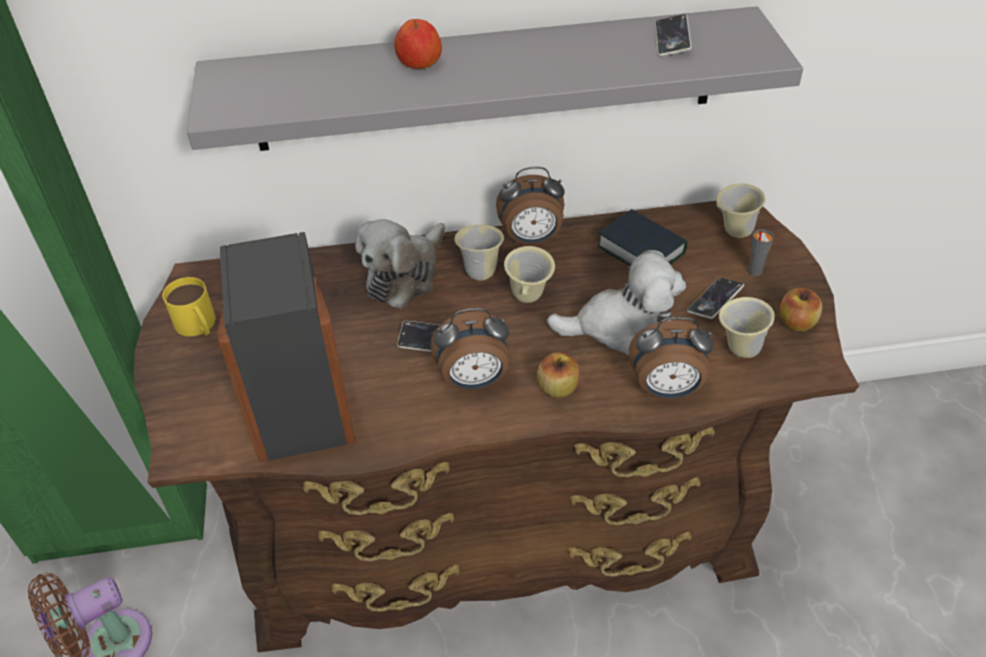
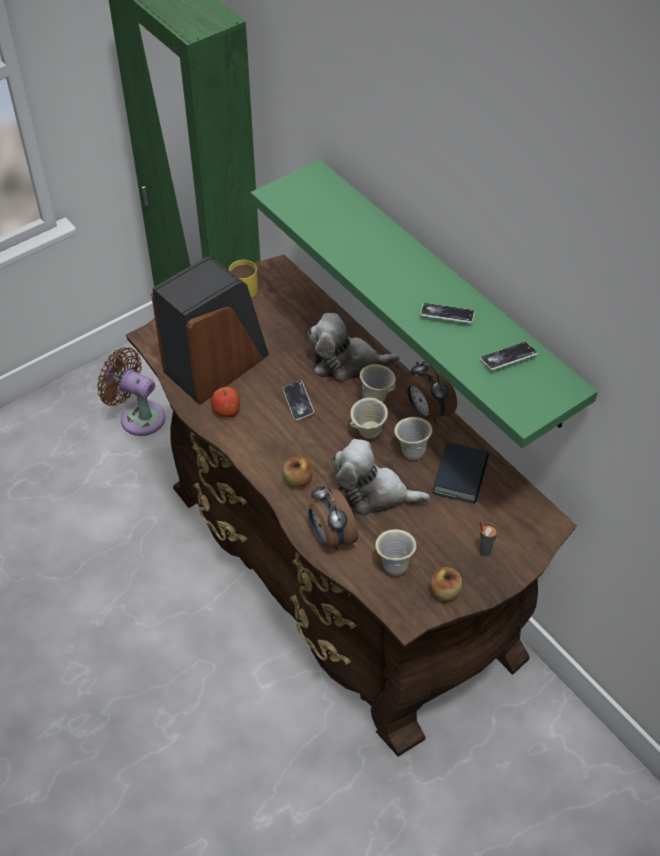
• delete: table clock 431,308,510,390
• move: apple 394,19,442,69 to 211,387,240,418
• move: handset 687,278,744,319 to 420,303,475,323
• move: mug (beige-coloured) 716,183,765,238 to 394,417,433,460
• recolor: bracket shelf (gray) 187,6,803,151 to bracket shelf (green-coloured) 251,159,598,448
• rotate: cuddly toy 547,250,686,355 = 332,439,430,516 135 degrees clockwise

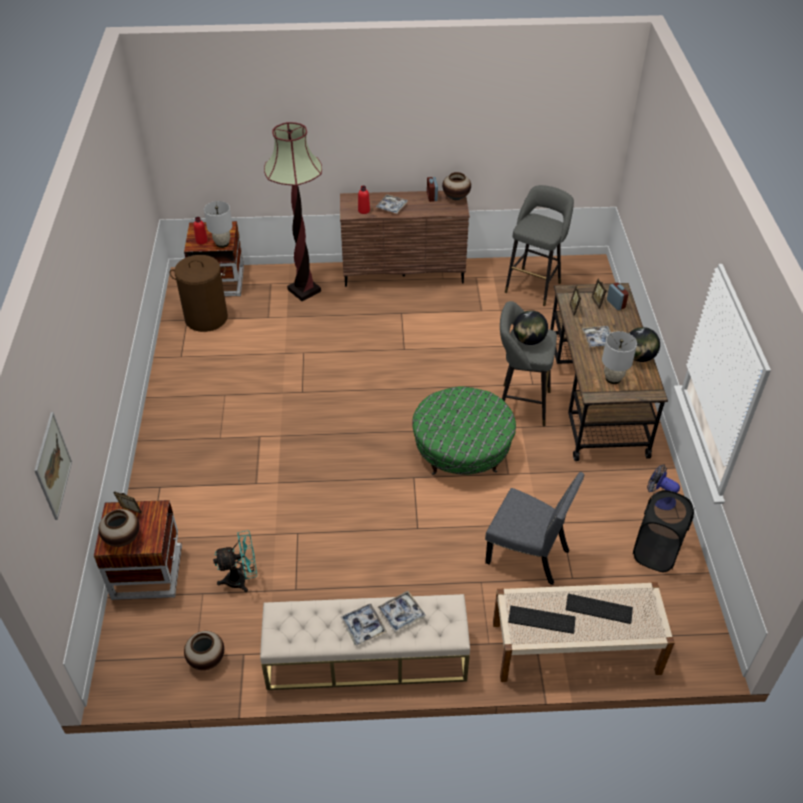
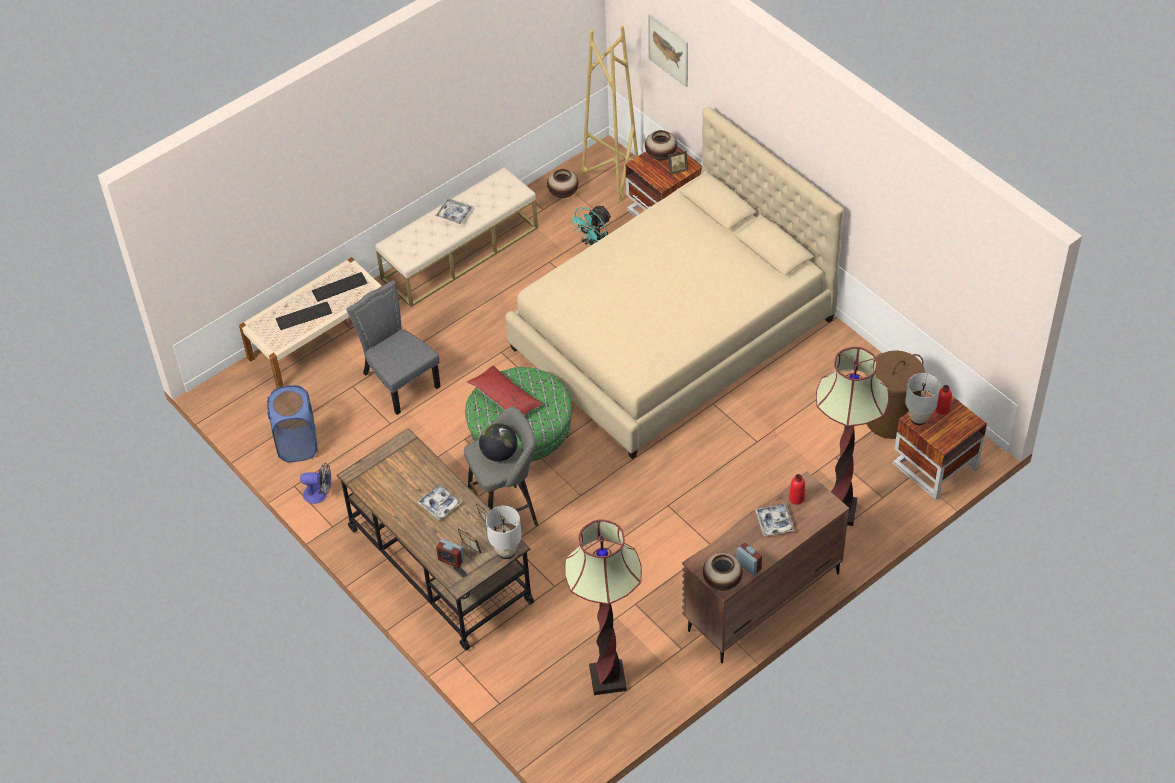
• delete: tray 378,591,426,633
• delete: world globe 629,327,660,362
• insert: pillow (red-coloured) 467,365,543,415
• insert: bed (beige-coloured) 506,107,844,459
• insert: garment rack (yellow) 582,25,638,203
• move: table lamp (white) 602,331,637,384 to 486,506,522,559
• replace: stool (gray) 505,185,574,306 to standing lamp 565,519,642,695
• recolor: hamper (black) 633,490,695,572 to hamper (blue-coloured) 267,385,318,462
• rotate: plain chair (gray) 485,472,584,585 = 346,280,441,415 60 degrees clockwise

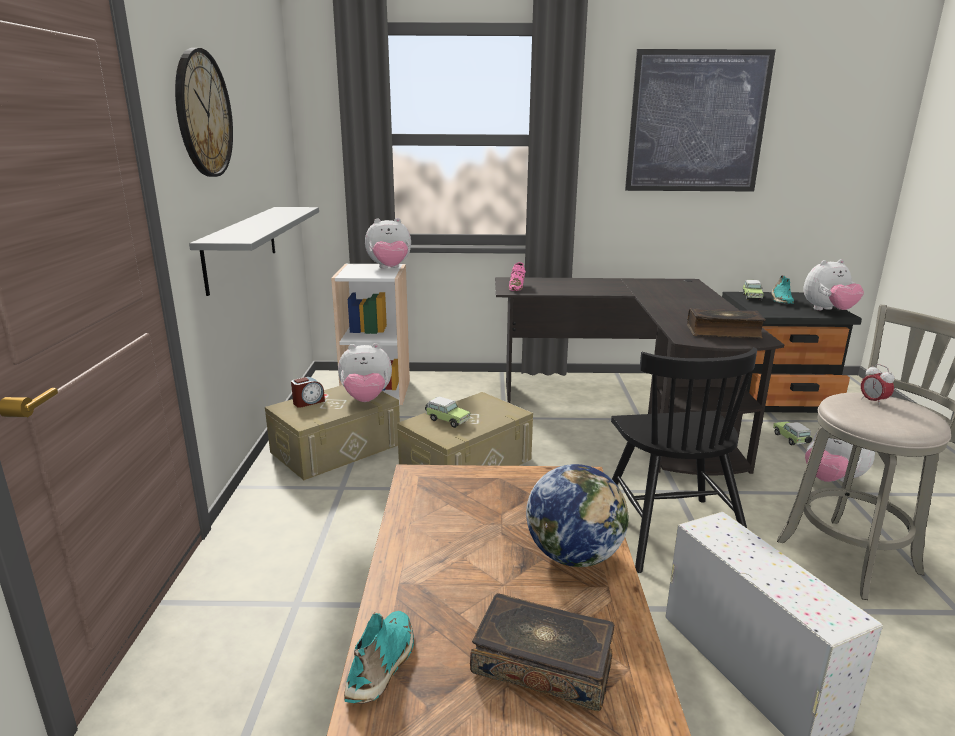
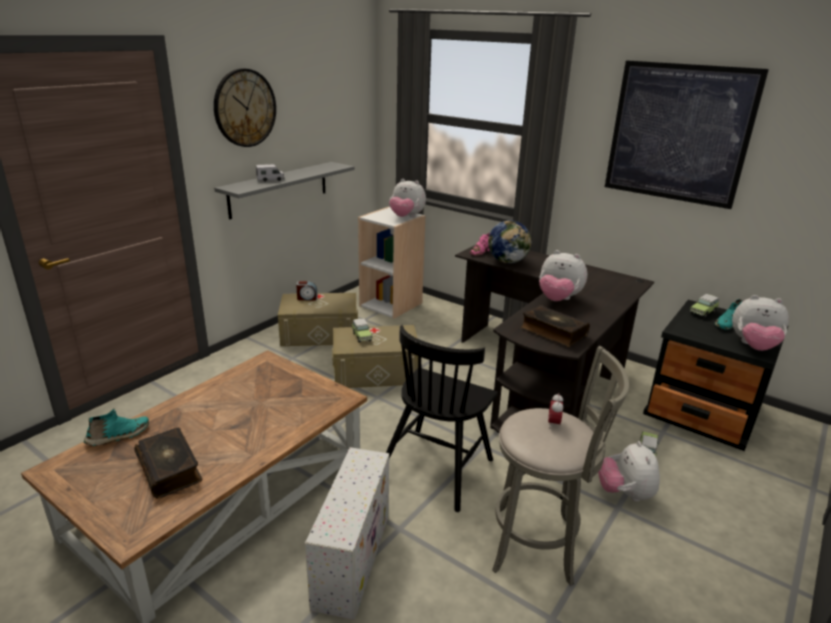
• insert: model truck 256,164,285,182
• move: cuddly toy 338,343,392,402 to 539,250,587,301
• move: world globe 526,464,629,567 to 488,220,532,264

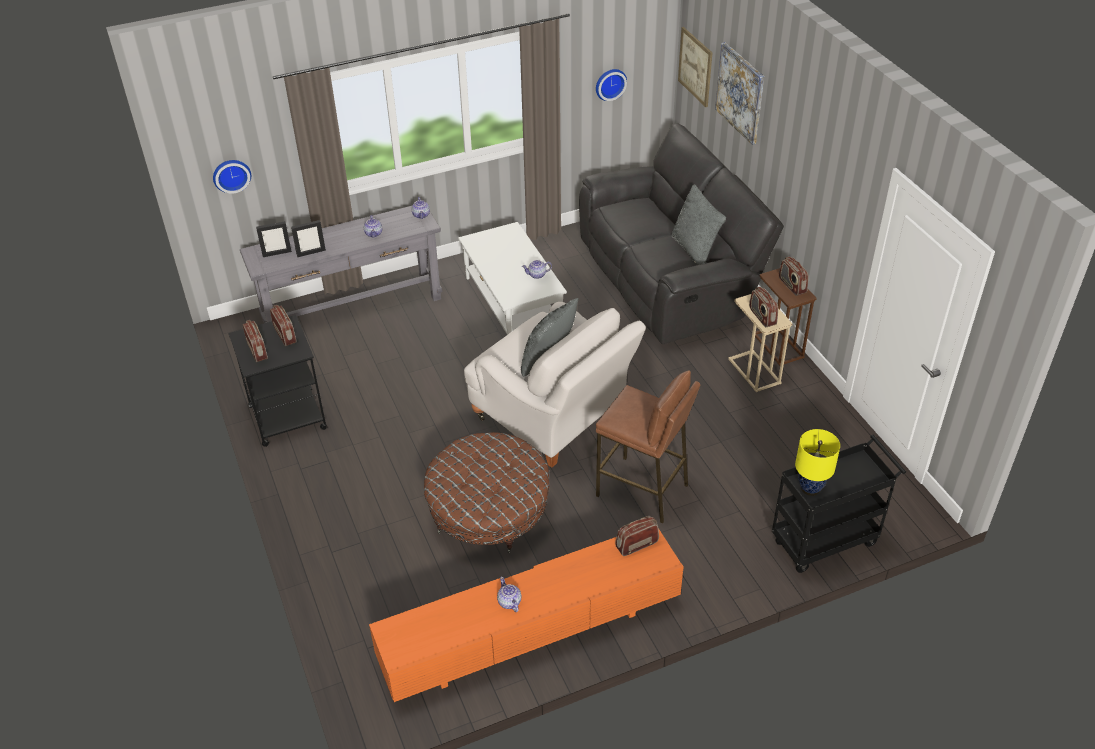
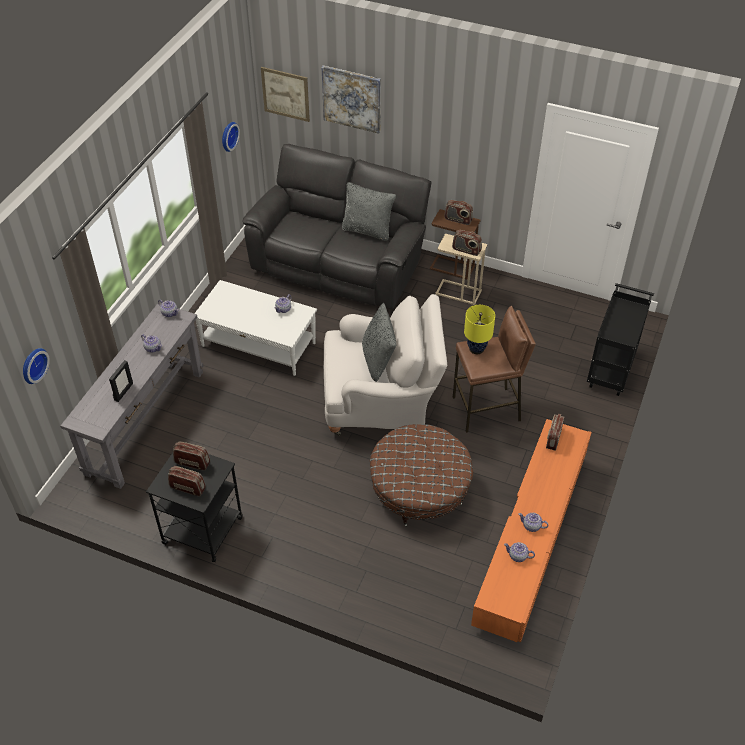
• delete: standing frame 256,221,292,257
• insert: tea pot 504,542,535,562
• move: table lamp (yellow) 795,429,840,496 to 464,305,495,354

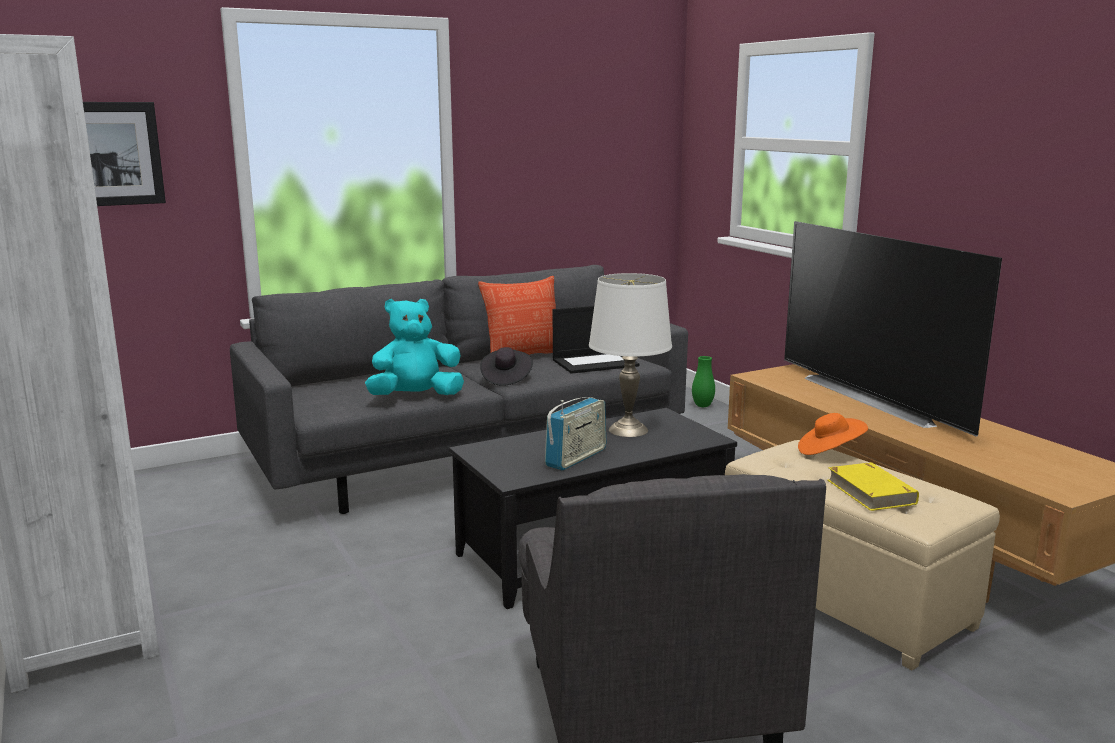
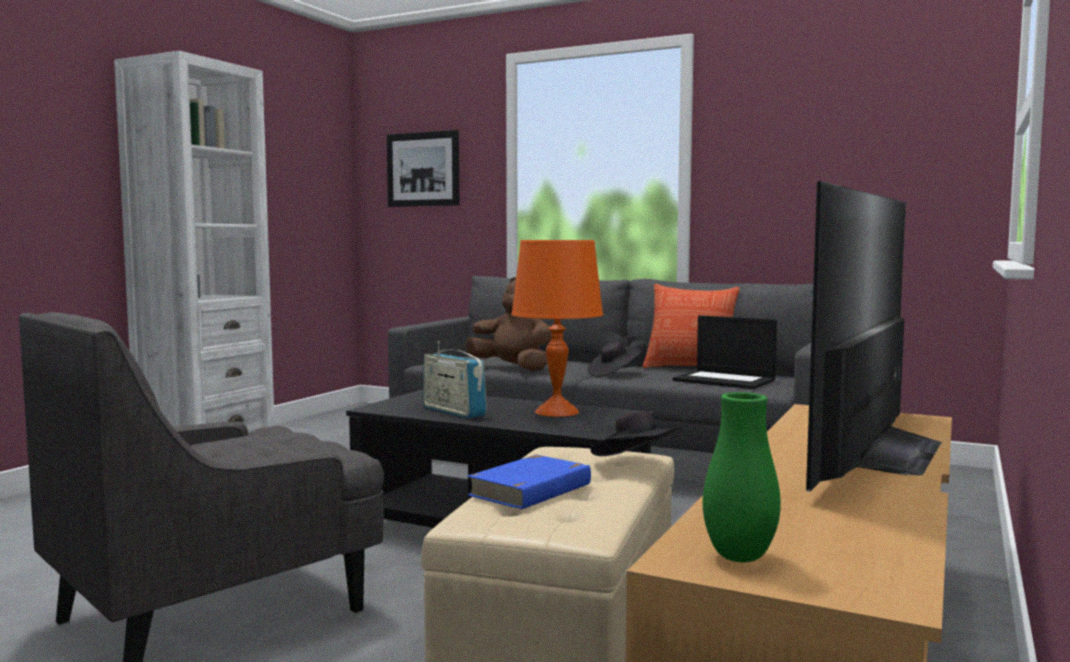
• move: decorative vase (green-coloured) 692,356,715,407 to 703,392,781,562
• recolor: cuddly toy (turquoise) 365,299,464,395 to cuddly toy (brownish) 464,277,552,371
• recolor: table lamp (white) 589,273,672,437 to table lamp (orange-coloured) 511,240,603,417
• recolor: wearable hat (orange-coloured) 798,413,868,455 to wearable hat (black) 591,411,680,456
• recolor: volume (yellow) 828,462,919,511 to volume (blue-coloured) 467,455,591,509
• rotate: radio receiver 545,397,606,470 = 423,341,487,419 45 degrees clockwise

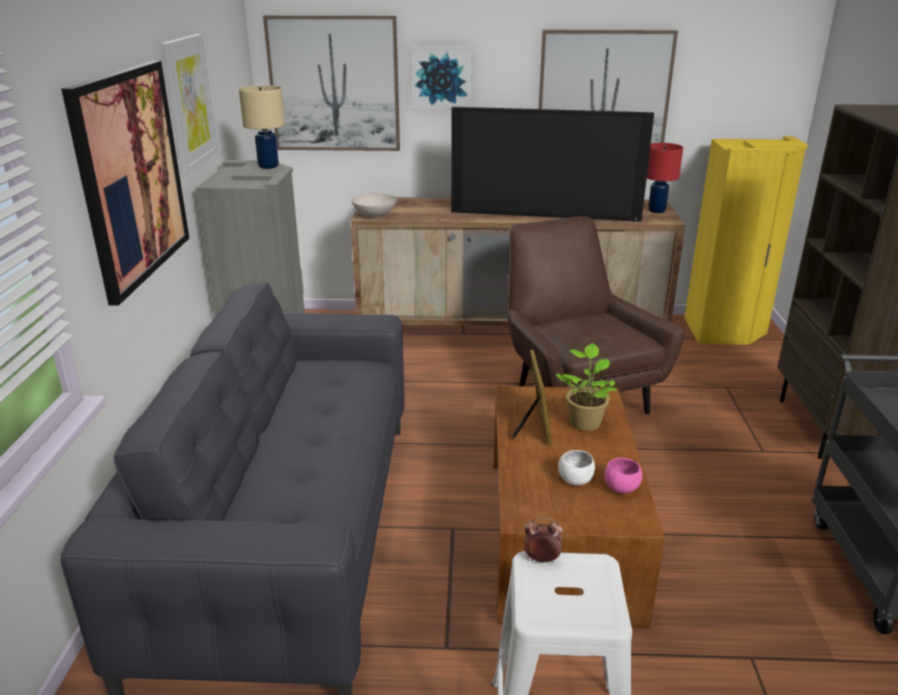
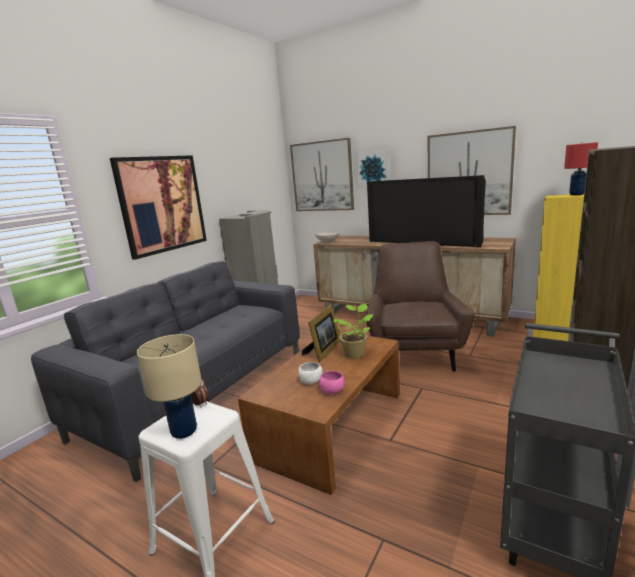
• delete: picture 161,34,218,175
• move: table lamp (beige-coloured) 239,85,285,169 to 137,334,202,439
• move: table lamp (red-coloured) 647,143,683,213 to 564,142,598,195

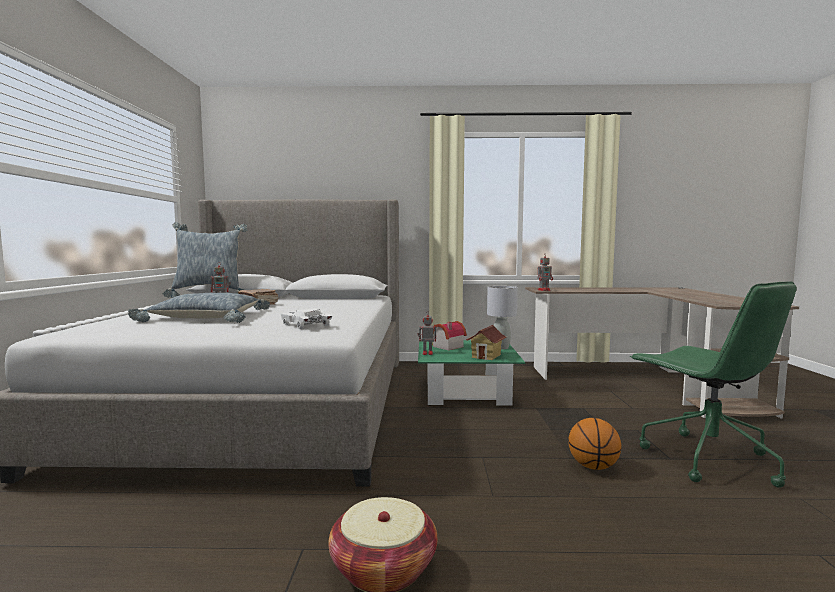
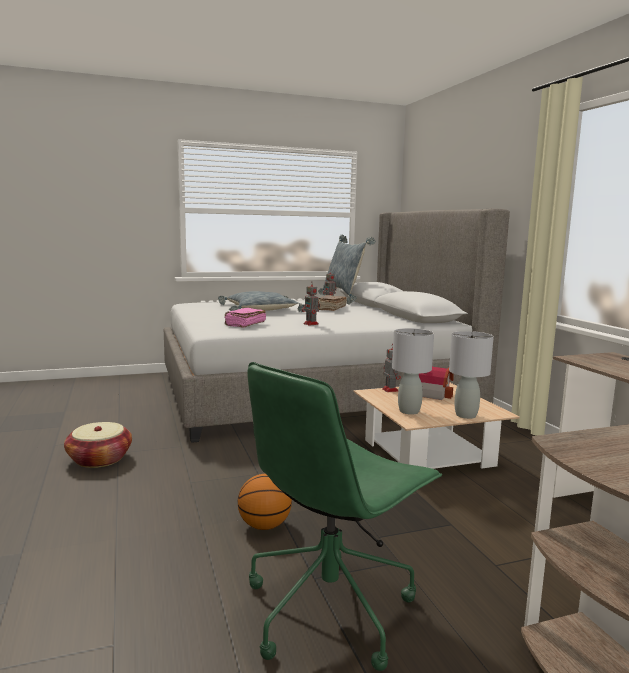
• move: robot figure 537,253,553,291 to 302,281,320,326
• replace: miniature car (white) 281,309,332,329 to volume (pink) 225,308,266,328
• replace: toy house 466,325,507,360 to table lamp (gray) 392,328,434,415
• recolor: low table (green-coloured) 418,340,525,406 to low table (beige-coloured) 353,383,520,469

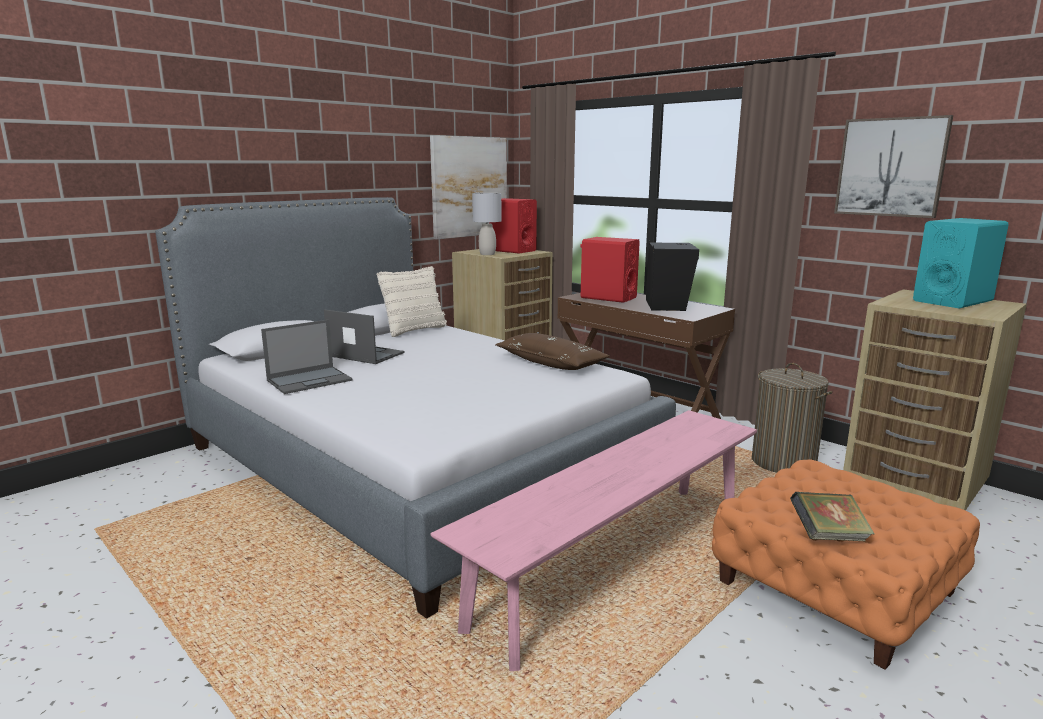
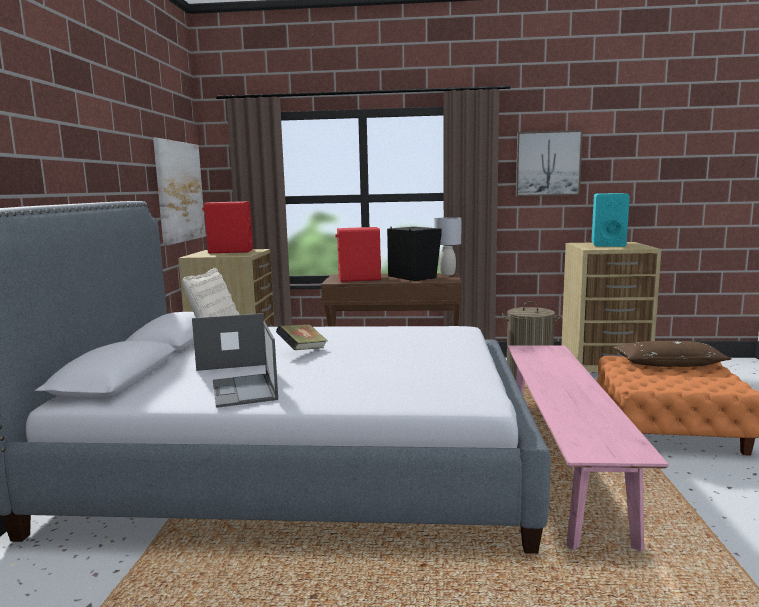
• move: table lamp (gray) 472,193,502,255 to 434,217,461,275
• move: pillow (brownish) 495,333,610,370 to 613,341,731,367
• move: volume 790,492,875,541 to 276,324,328,350
• rotate: laptop 261,320,353,394 = 213,322,278,408 150 degrees clockwise

